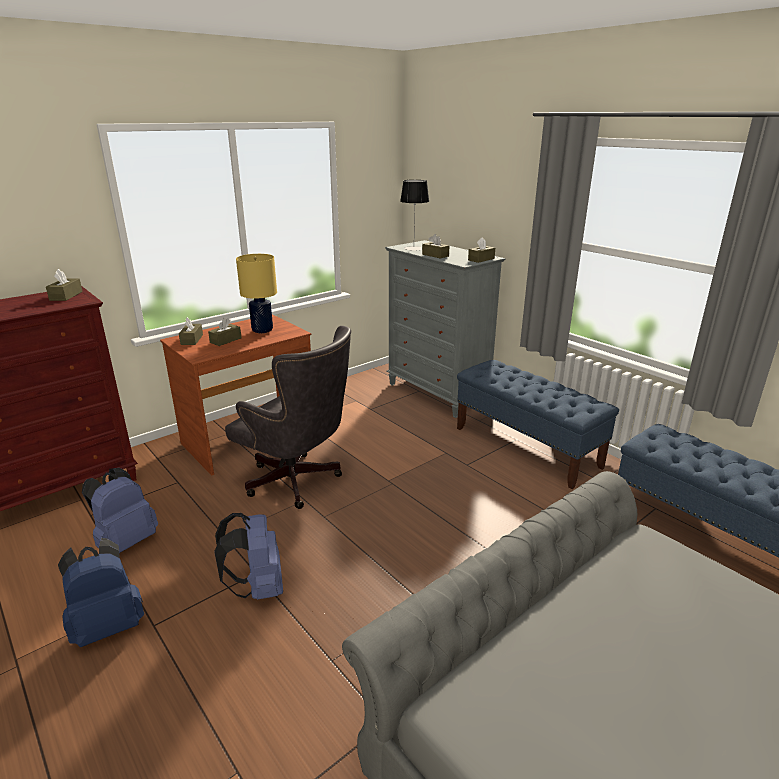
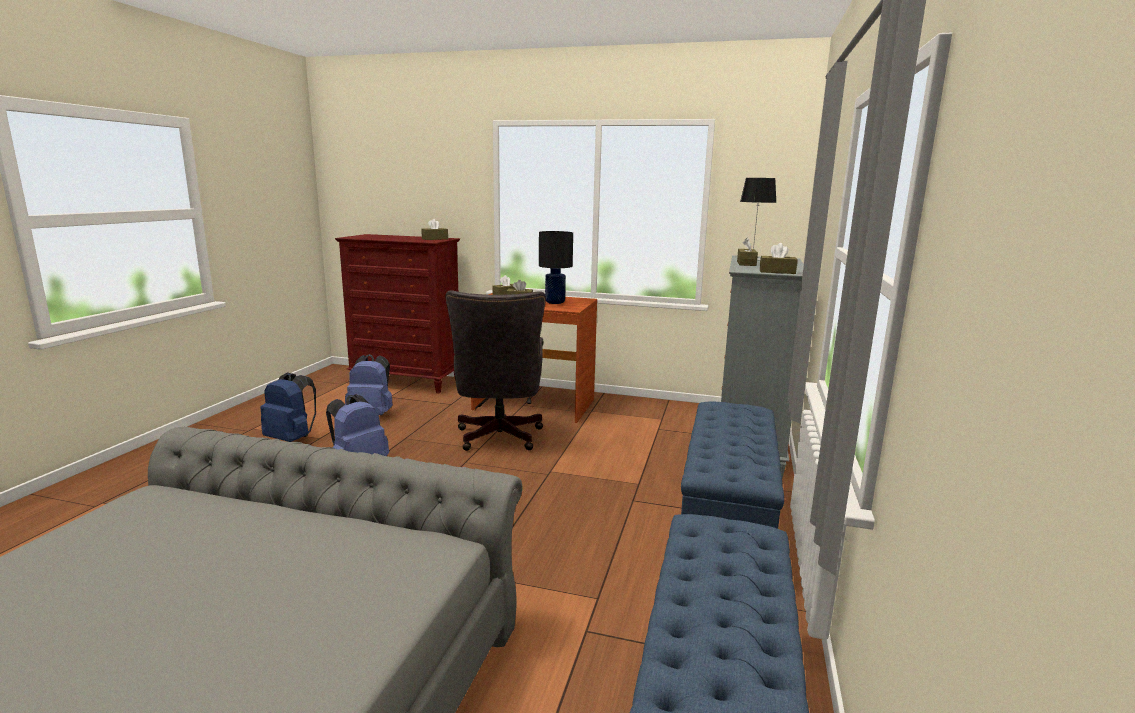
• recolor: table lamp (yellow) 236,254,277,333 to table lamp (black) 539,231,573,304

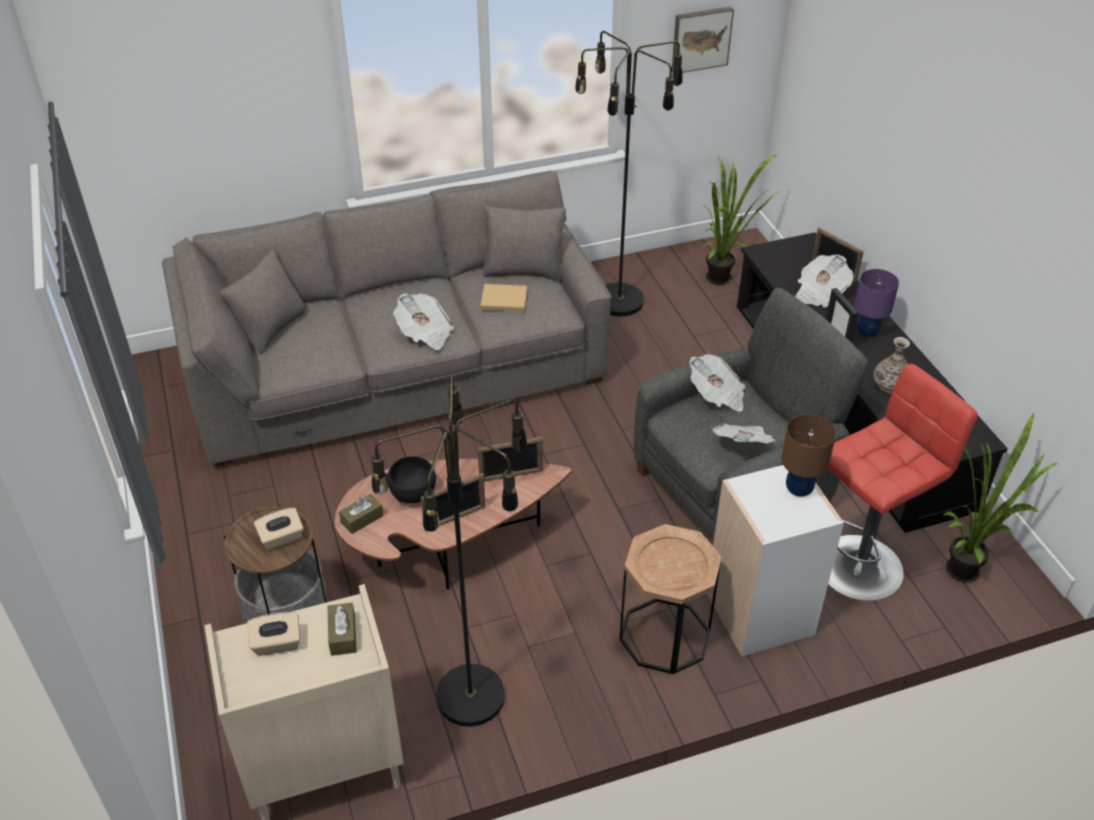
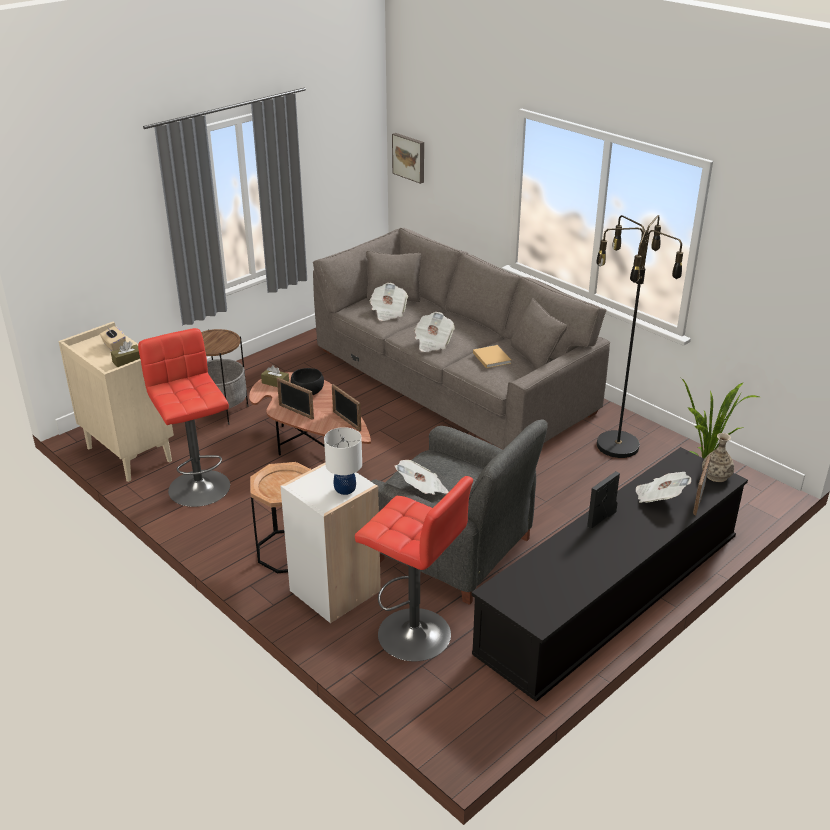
• delete: tissue box (beige-coloured) 254,508,303,550
• delete: table lamp (purple) 854,269,899,337
• delete: plant in a pot 943,413,1058,582
• move: picture 672,7,734,73 to 392,133,424,184
• move: newspaper 690,354,745,412 to 370,283,408,321
• move: decorative vase 873,337,910,394 to 702,433,734,482
• replace: standing lamp 372,376,527,727 to stool (red-coloured) 138,328,230,507
• recolor: table lamp (brownish) 781,414,836,497 to table lamp (white) 324,427,362,495

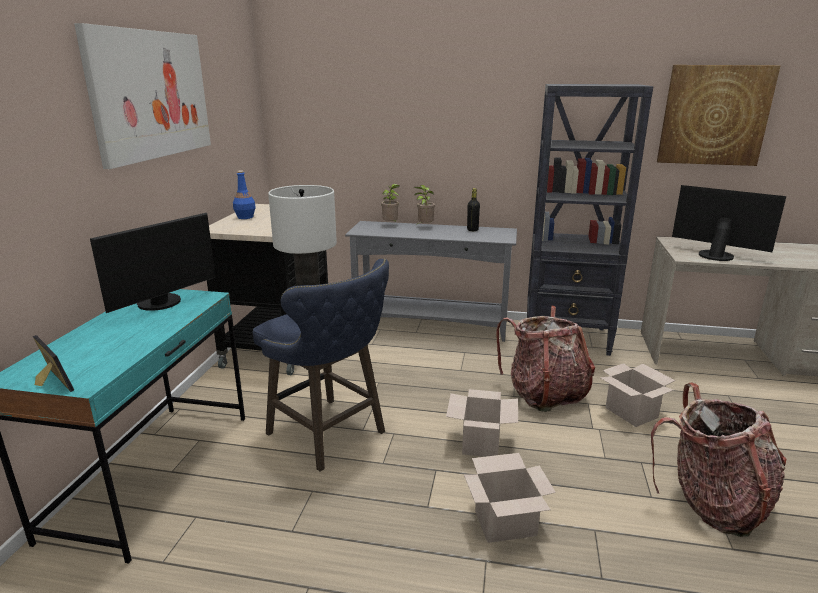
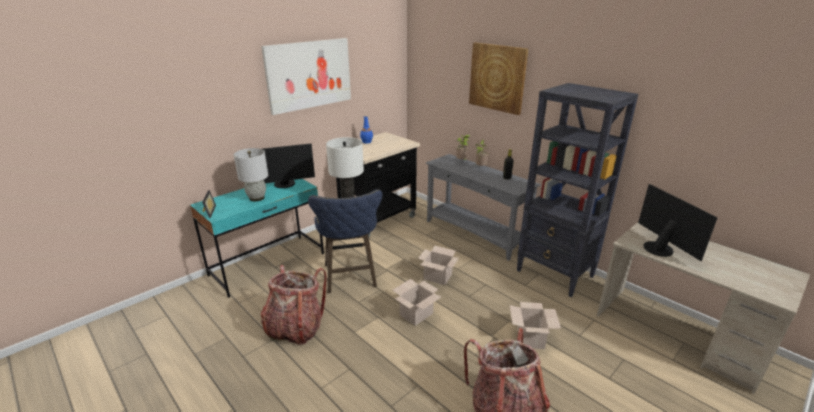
• insert: table lamp (white) 234,148,268,201
• move: carton 464,453,556,543 to 418,246,459,285
• move: rucksack 496,306,595,412 to 261,265,327,345
• move: picture 657,65,781,166 to 469,42,529,115

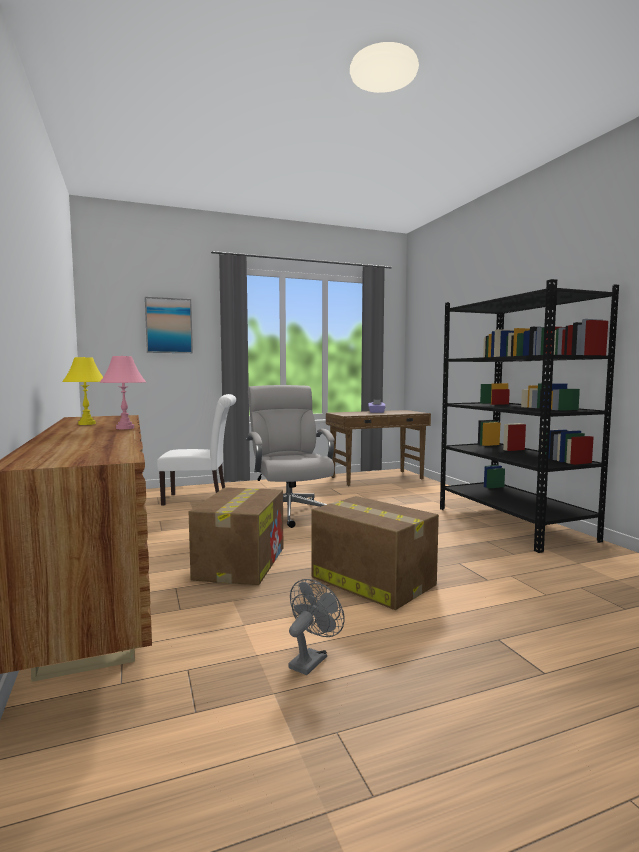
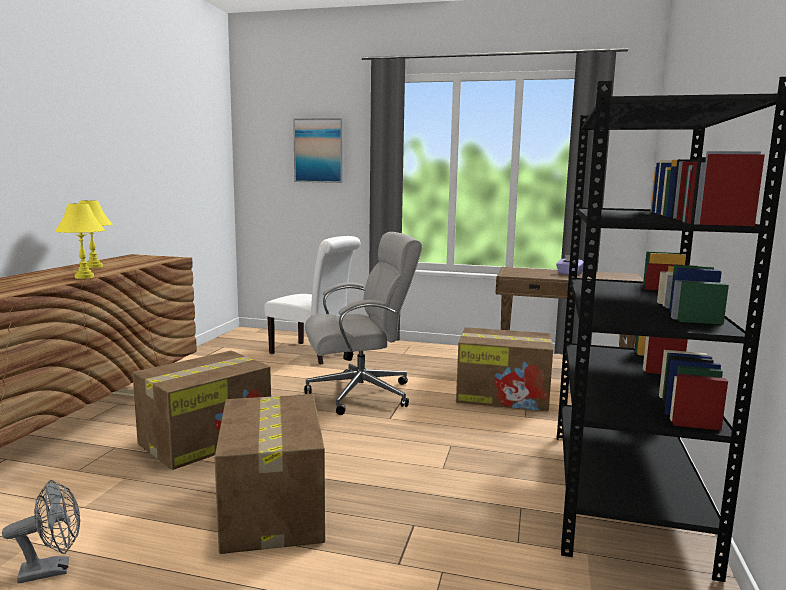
• insert: carton 456,327,553,411
• recolor: table lamp (pink) 99,356,146,429 to table lamp (yellow) 55,203,105,279
• rotate: desk chair (gray) 246,385,334,528 = 304,232,422,415 60 degrees clockwise

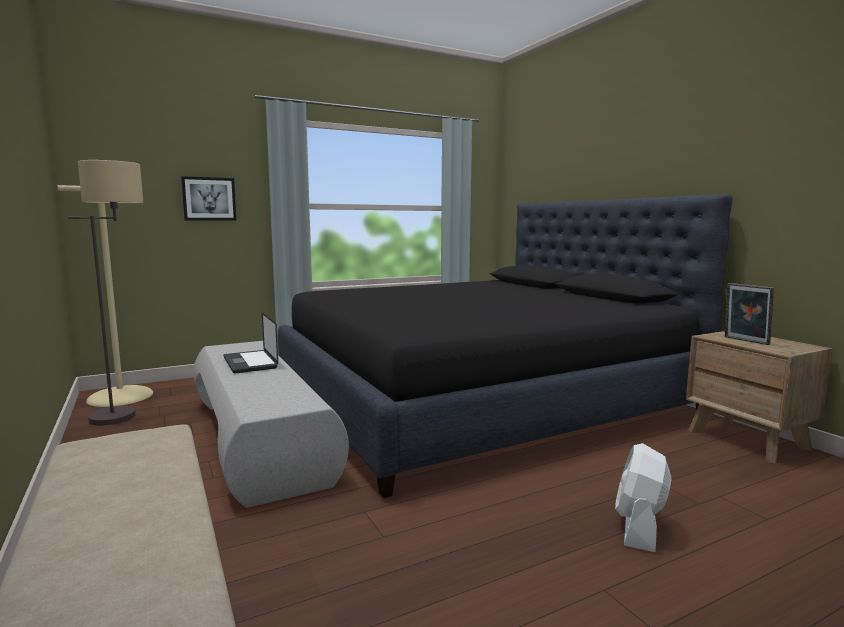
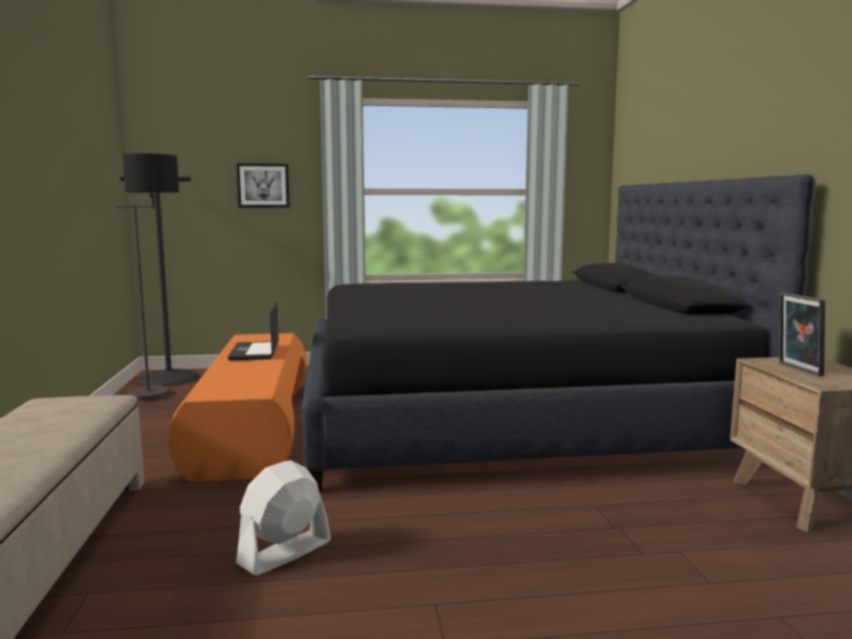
• move: fan (white) 615,443,671,552 to 236,460,331,576
• recolor: garment rack (beige-coloured) 58,185,153,407 to garment rack (black) 120,176,199,386
• recolor: standing lamp (beige-coloured) 68,160,143,426 to standing lamp (black) 116,153,179,401
• recolor: indoor bench (gray) 193,341,349,508 to indoor bench (orange-coloured) 168,333,307,482

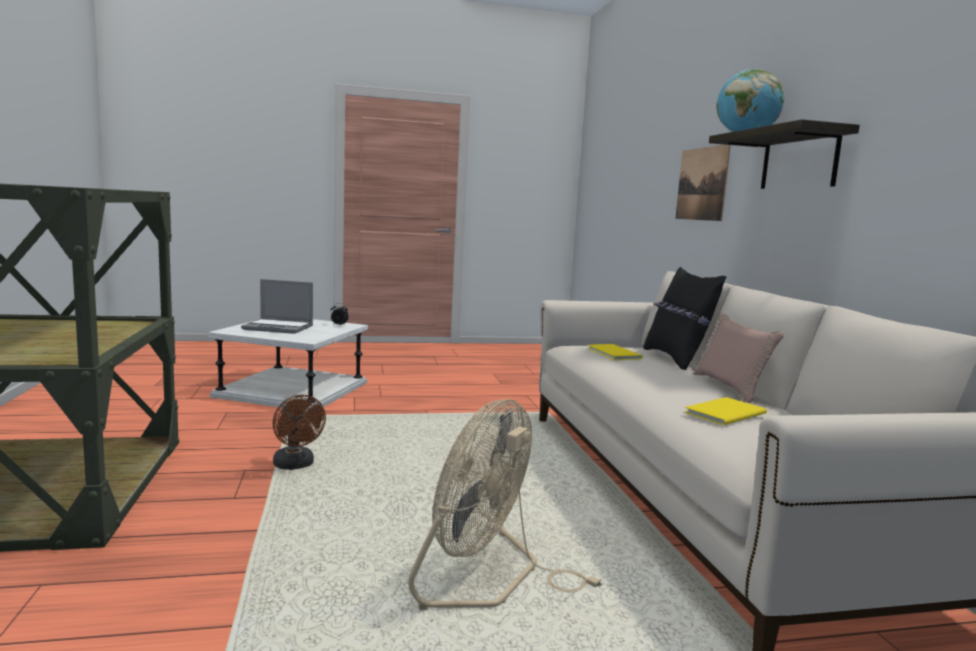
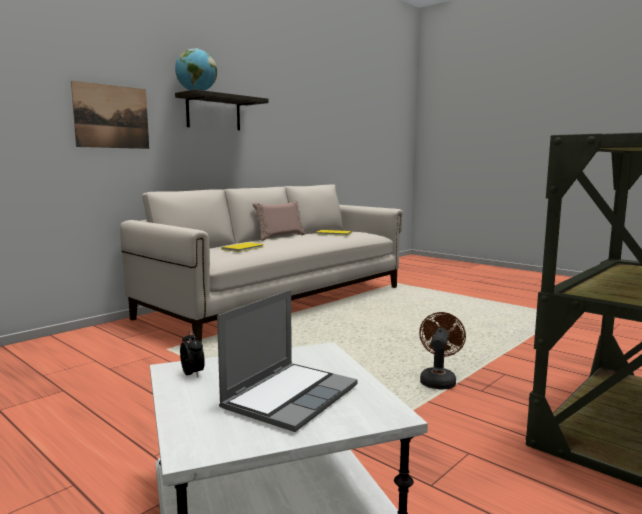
• delete: fan (beige-coloured) 408,399,601,610
• delete: pillow (black) 643,267,726,370
• rotate: laptop 241,279,313,334 = 217,290,358,432 60 degrees clockwise

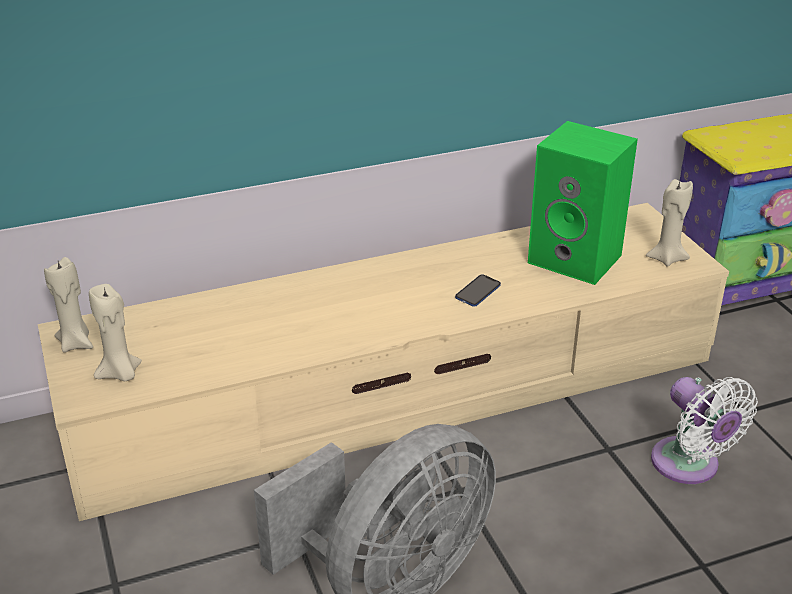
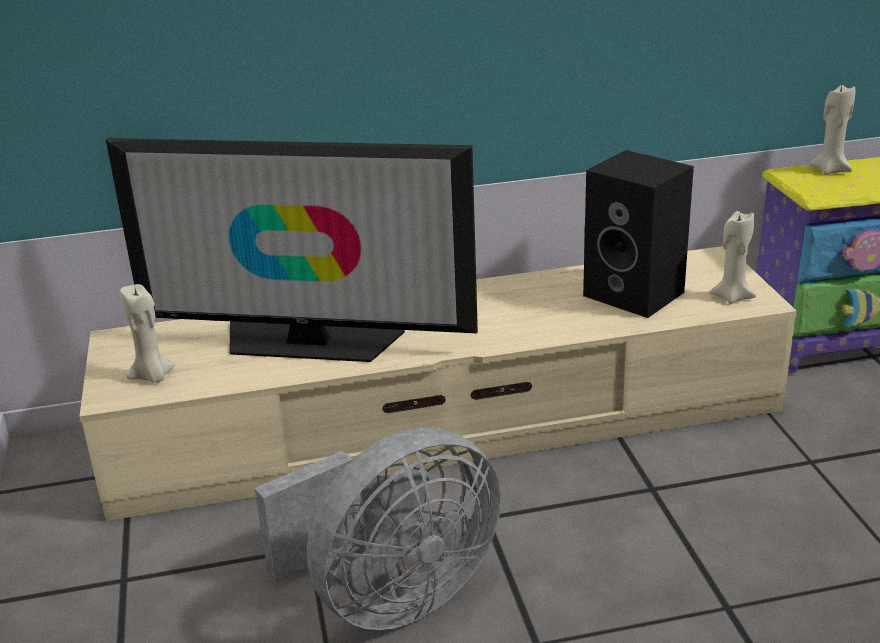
• delete: handset 455,274,501,307
• delete: fan (white) 651,377,758,484
• insert: TV 106,138,478,362
• move: wax candle (beige-coloured) 44,257,93,353 to 809,85,856,175
• recolor: loudspeaker (green-coloured) 528,121,638,285 to loudspeaker (black) 583,150,694,318

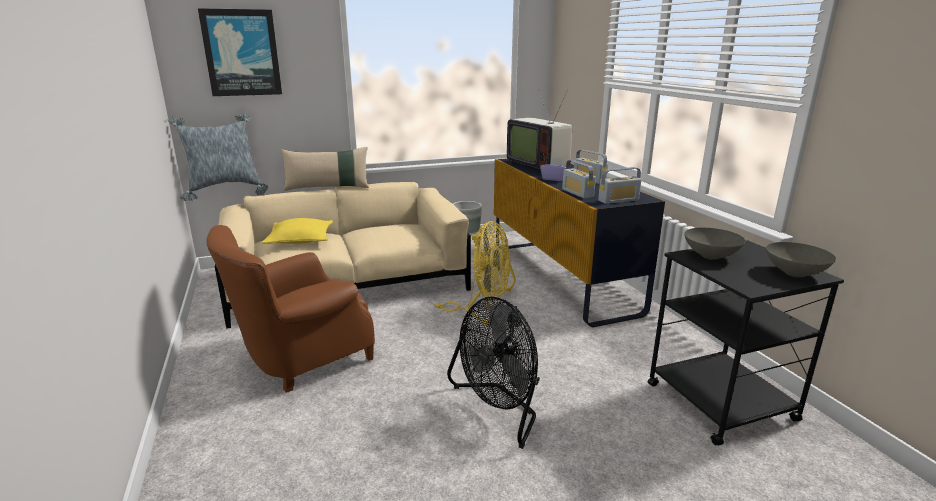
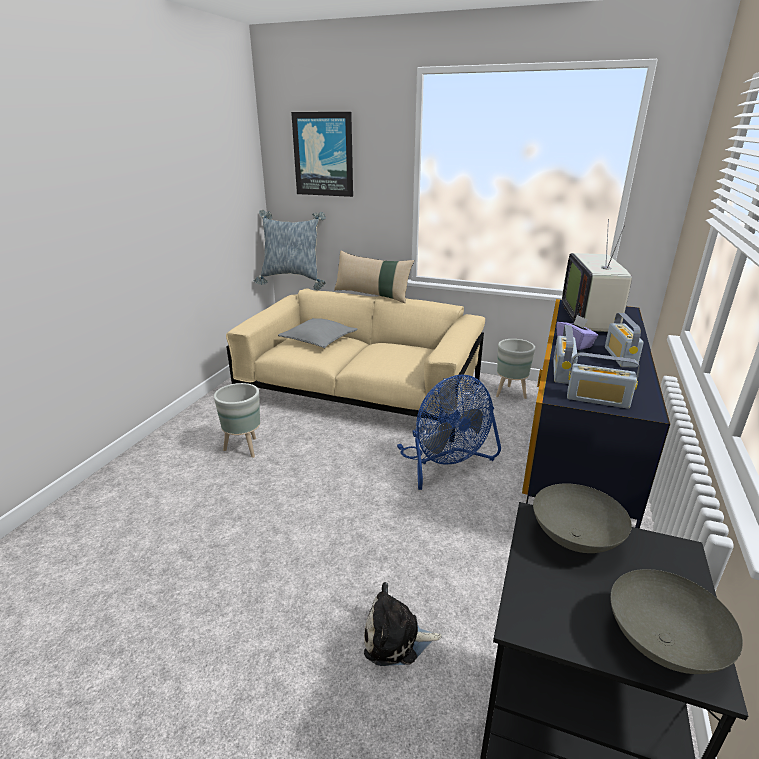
• delete: fan (black) 447,297,540,449
• insert: cuddly toy 364,582,442,666
• replace: lounge chair (brownish) 206,225,375,393 to plant pot (gray) 214,383,260,458
• recolor: pillow (yellow) 261,218,333,244 to pillow (gray) 278,318,357,348
• recolor: fan (yellow) 435,221,516,326 to fan (blue-coloured) 397,375,501,490

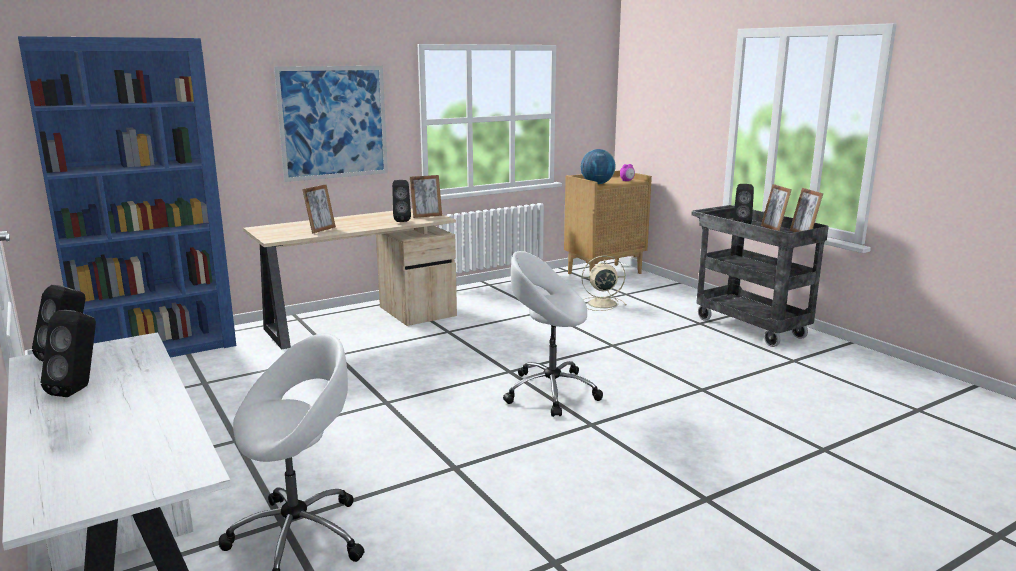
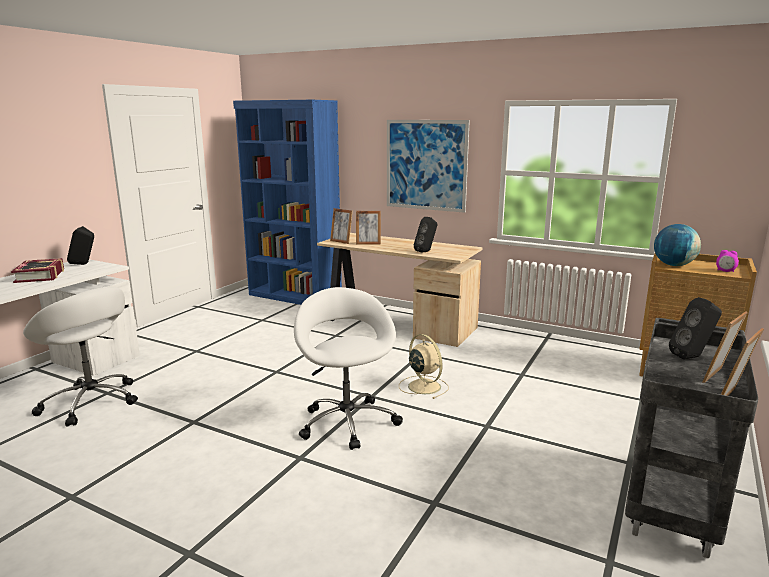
• move: standing frame 410,175,442,218 to 330,208,353,244
• move: fan (beige-coloured) 582,256,627,311 to 399,334,448,399
• replace: loudspeaker (black) 41,310,96,397 to volume 11,258,64,283

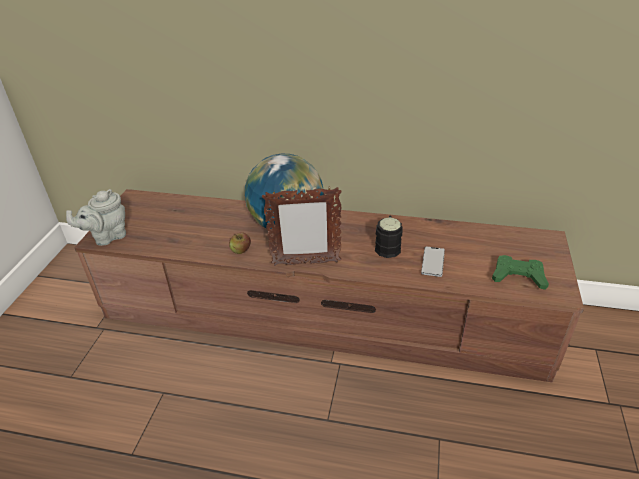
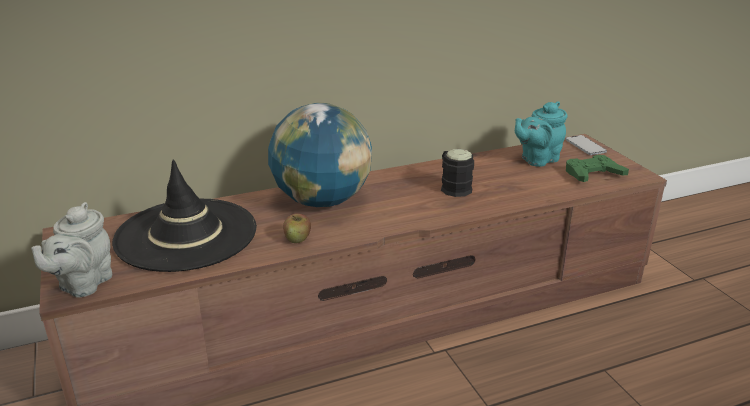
• delete: standing frame 262,187,342,266
• insert: wearable hat (black) 112,159,257,272
• insert: tea pot (turquoise) 515,101,567,167
• move: handset 421,247,445,277 to 565,135,607,155

